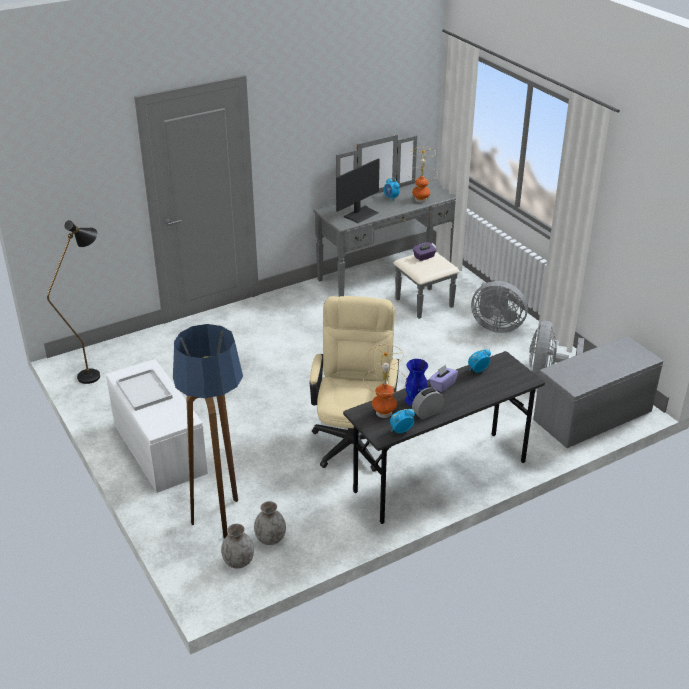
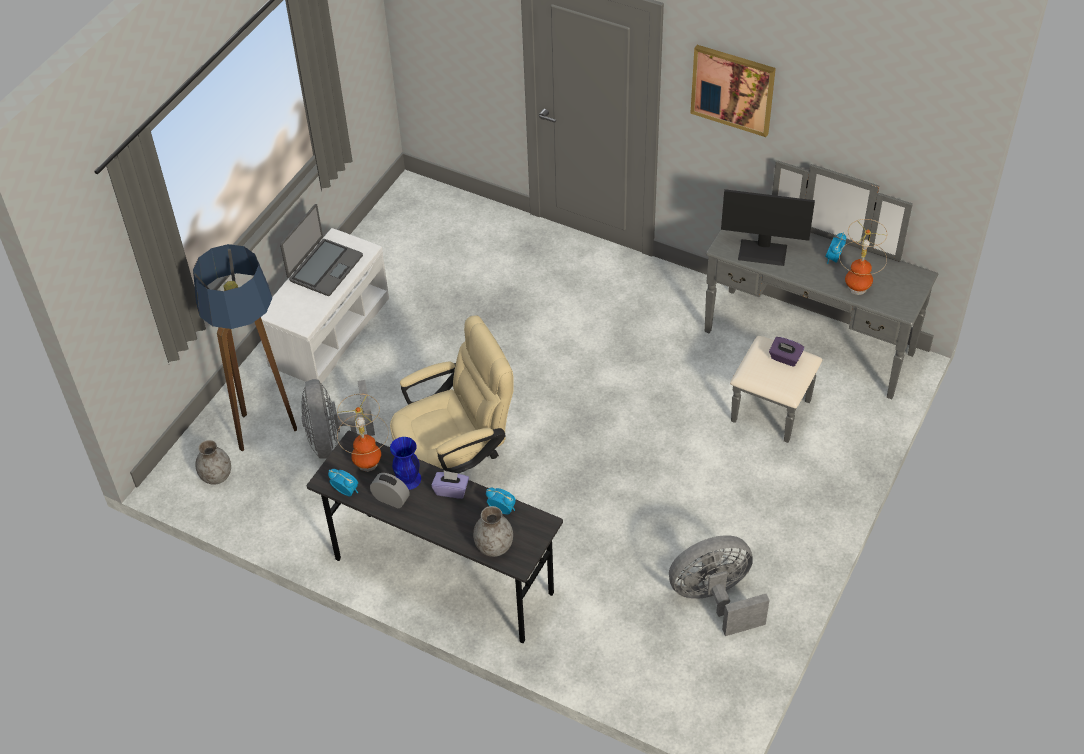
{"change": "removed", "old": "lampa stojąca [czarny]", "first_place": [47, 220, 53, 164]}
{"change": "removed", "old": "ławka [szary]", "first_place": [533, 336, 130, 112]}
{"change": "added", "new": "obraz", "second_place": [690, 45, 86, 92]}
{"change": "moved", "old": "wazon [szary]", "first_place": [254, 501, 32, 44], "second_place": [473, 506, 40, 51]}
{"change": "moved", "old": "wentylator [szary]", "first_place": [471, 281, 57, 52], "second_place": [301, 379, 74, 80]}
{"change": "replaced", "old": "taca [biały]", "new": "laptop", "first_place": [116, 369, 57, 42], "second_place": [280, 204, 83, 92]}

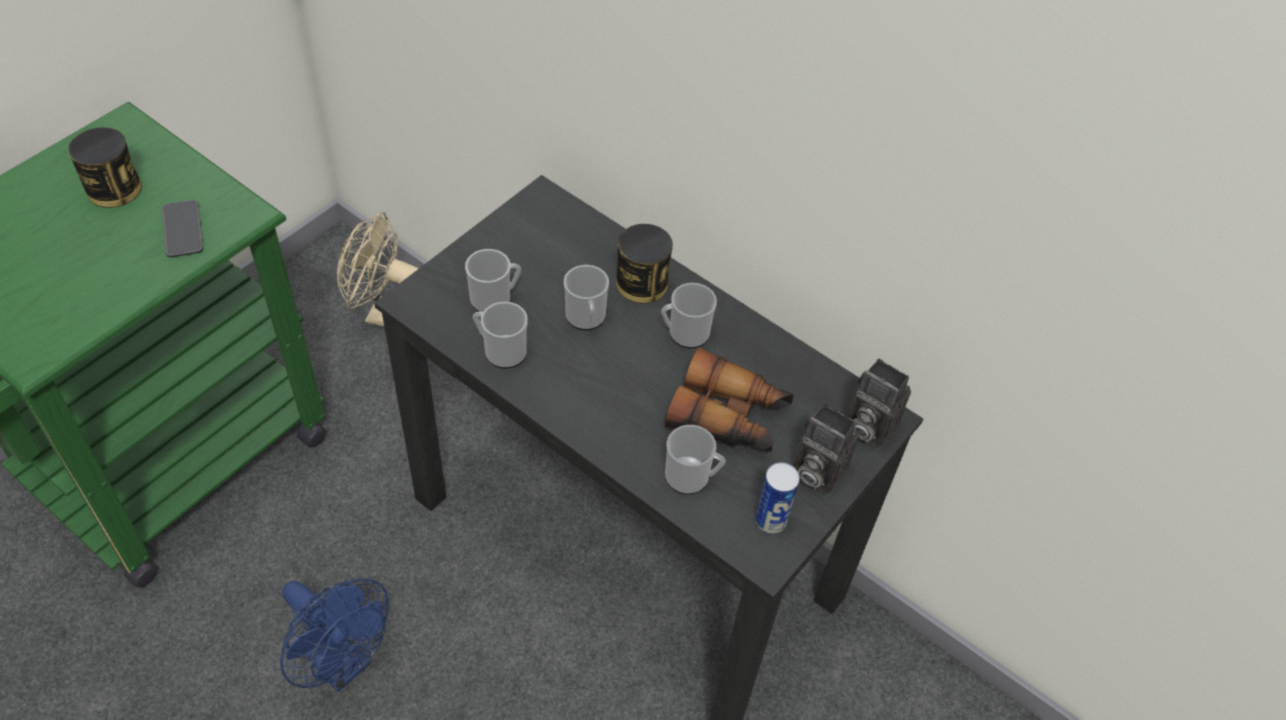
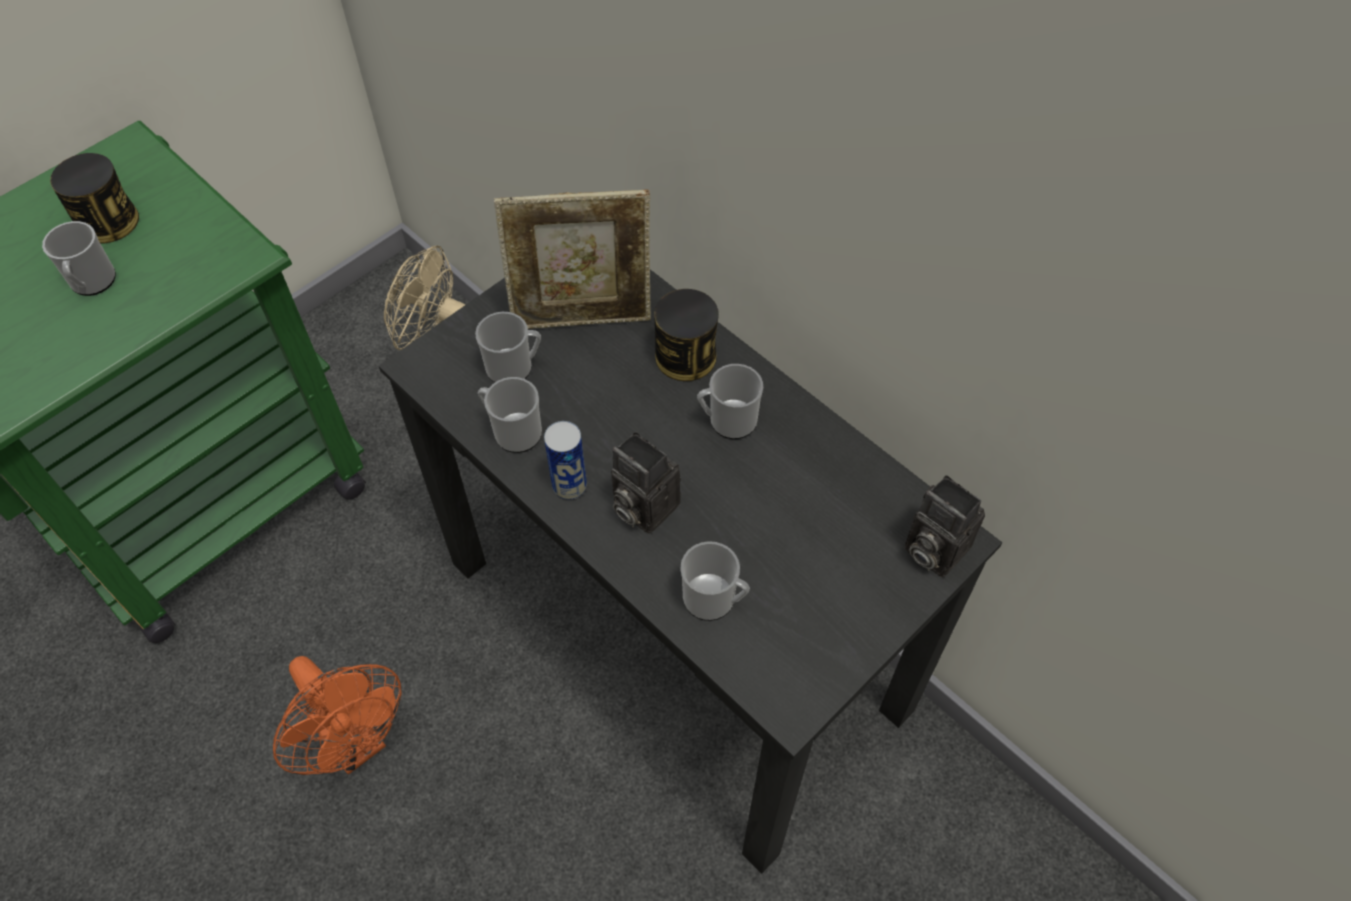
{"change": "removed", "old": "telefon", "first_place": [162, 200, 41, 57]}
{"change": "removed", "old": "lornetka", "first_place": [665, 347, 129, 105]}
{"change": "added", "new": "ramka na zdjęcie", "second_place": [494, 189, 157, 140]}
{"change": "moved", "old": "kubek", "first_place": [564, 265, 45, 65], "second_place": [42, 221, 74, 75]}
{"change": "moved", "old": "puszka", "first_place": [755, 463, 45, 71], "second_place": [544, 421, 43, 78]}
{"change": "moved", "old": "aparat fotograficzny", "first_place": [793, 404, 66, 90], "second_place": [611, 432, 70, 102]}
{"change": "recoloured", "old": "wentylator [niebieski]", "new": "wentylator [pomarańczowy]", "first_place": [281, 578, 108, 114], "second_place": [273, 656, 129, 119]}

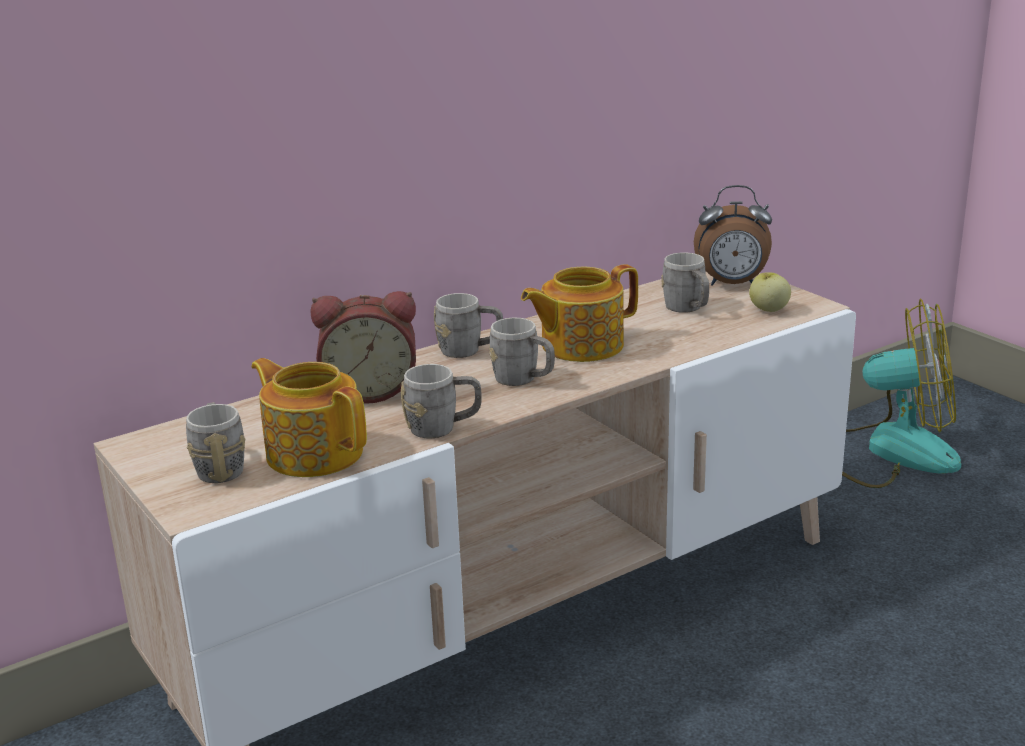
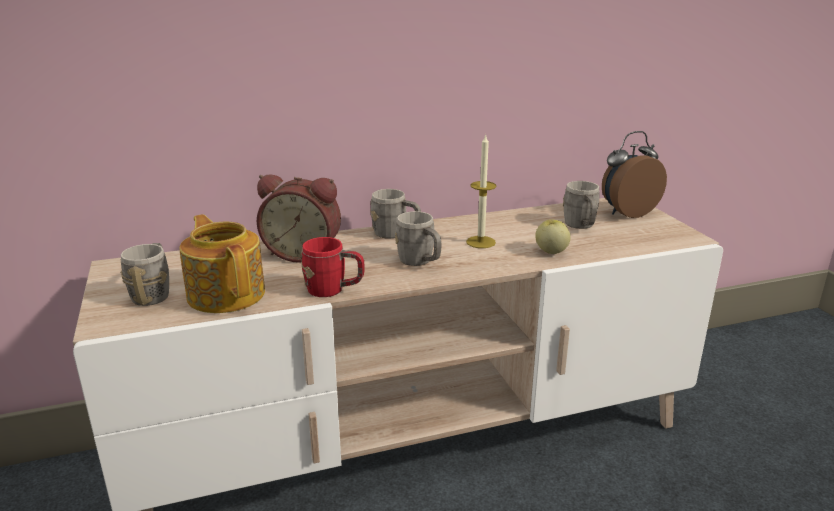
{"change": "removed", "old": "wentylator", "first_place": [842, 299, 119, 189]}
{"change": "moved", "old": "jabłko", "first_place": [749, 272, 42, 40], "second_place": [535, 219, 36, 35]}
{"change": "replaced", "old": "imbryk", "new": "świeca", "first_place": [521, 264, 117, 98], "second_place": [466, 134, 30, 114]}
{"change": "recoloured", "old": "kubek [szary]", "new": "kubek [czerwony]", "first_place": [401, 364, 81, 74], "second_place": [301, 237, 64, 60]}
{"change": "turned", "old": "budzik", "first_place": [694, 185, 78, 101], "second_place": [602, 131, 65, 87], "degrees": 135}

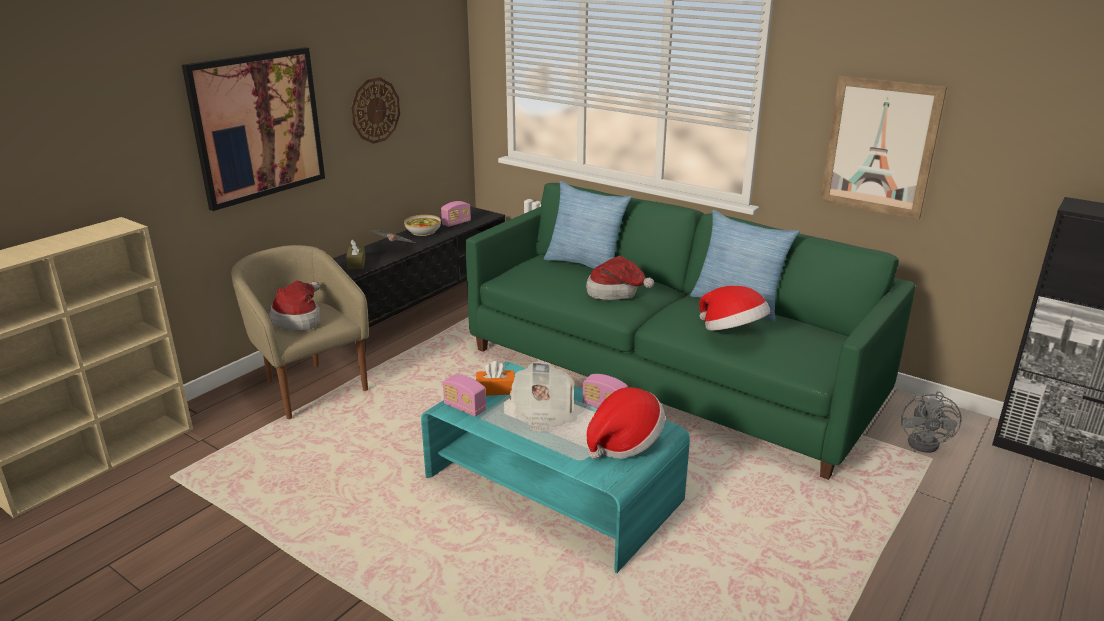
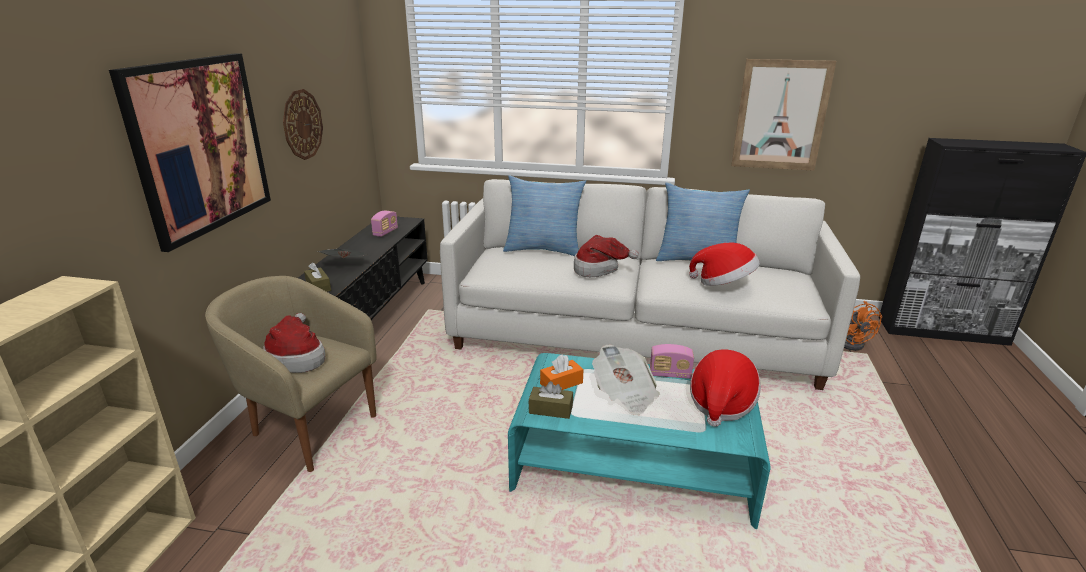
{"change": "removed", "old": "miska", "first_place": [404, 215, 37, 21]}
{"change": "replaced", "old": "radio", "new": "pudełko chusteczek [brązowy]", "first_place": [443, 375, 43, 42], "second_place": [529, 381, 44, 38]}
{"change": "recoloured", "old": "kanapa [zielony]", "new": "kanapa [biały]", "first_place": [466, 183, 449, 297], "second_place": [440, 179, 420, 211]}
{"change": "recoloured", "old": "wentylator [szary]", "new": "wentylator [pomarańczowy]", "first_place": [901, 391, 61, 62], "second_place": [844, 301, 38, 50]}

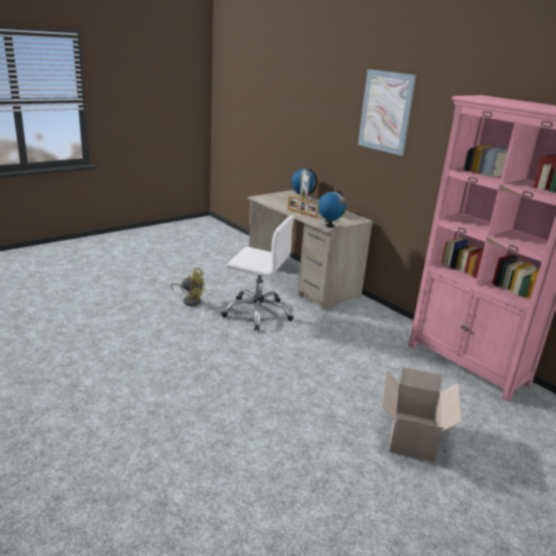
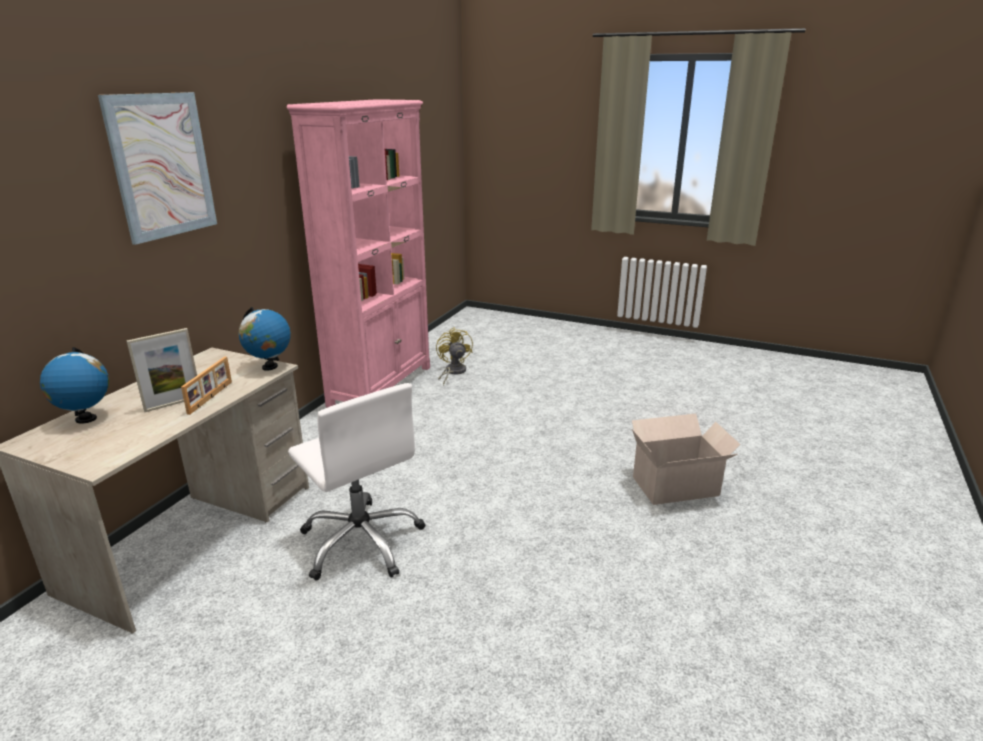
{"change": "moved", "old": "wentylator [żółty]", "first_place": [171, 268, 34, 38], "second_place": [436, 327, 37, 58]}
{"change": "moved", "old": "karton", "first_place": [382, 367, 79, 95], "second_place": [632, 414, 108, 91]}
{"change": "turned", "old": "krzesło biurowe [biały]", "first_place": [221, 215, 74, 116], "second_place": [288, 383, 137, 198], "degrees": 150}

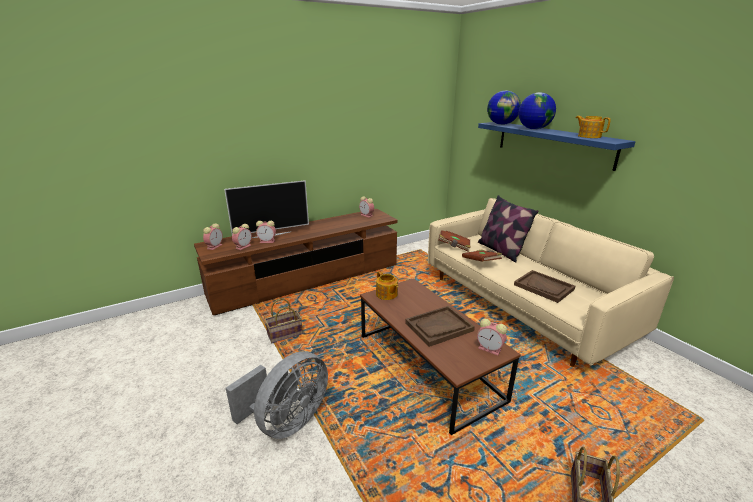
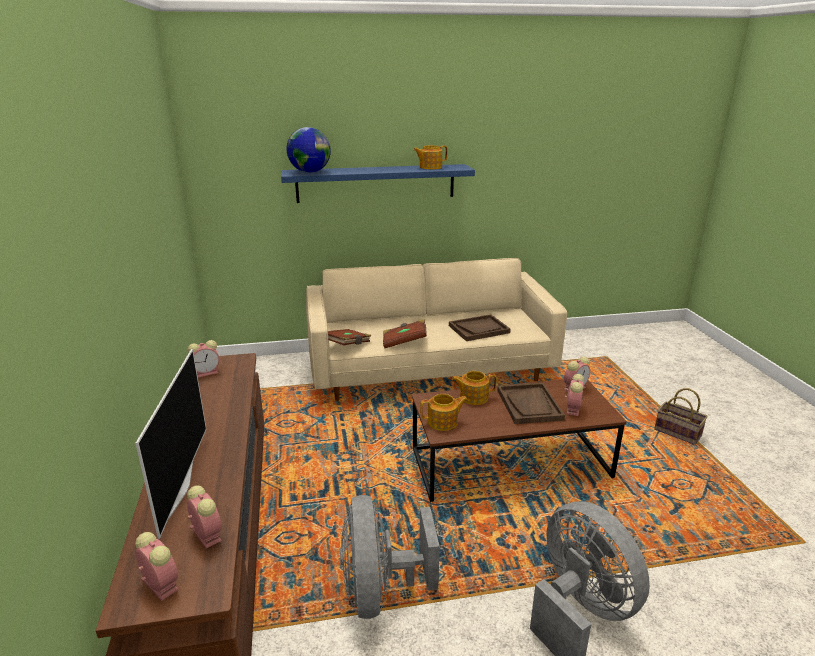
{"change": "removed", "old": "poduszka", "first_place": [478, 195, 60, 67]}
{"change": "removed", "old": "globus", "first_place": [519, 92, 37, 37]}
{"change": "added", "new": "imbryk", "second_place": [452, 371, 45, 34]}
{"change": "moved", "old": "budzik", "first_place": [256, 221, 20, 22], "second_place": [565, 374, 19, 42]}
{"change": "replaced", "old": "koszyk", "new": "wentylator [szary]", "first_place": [265, 299, 38, 44], "second_place": [340, 495, 100, 124]}

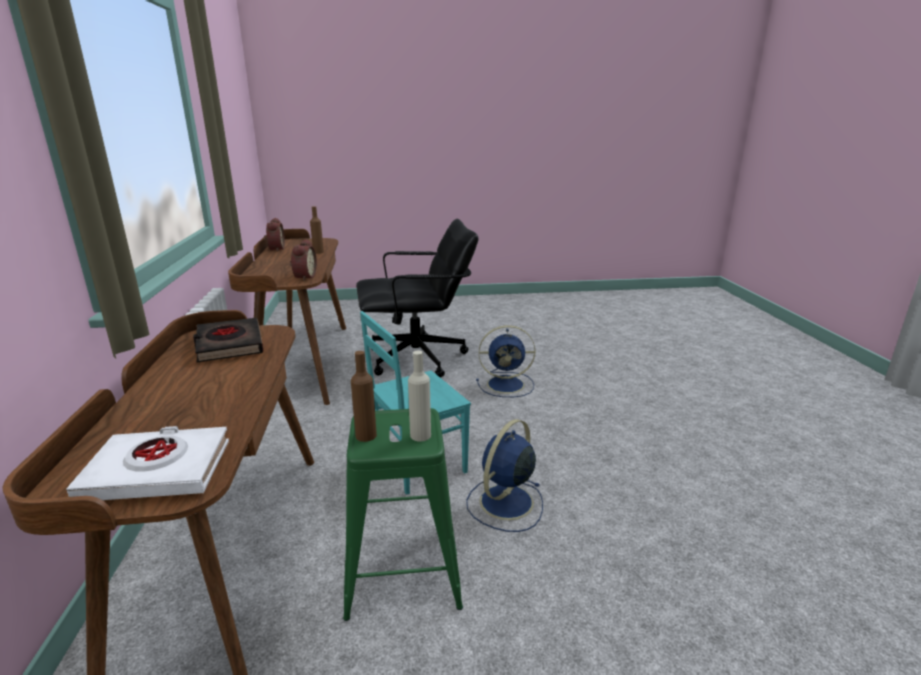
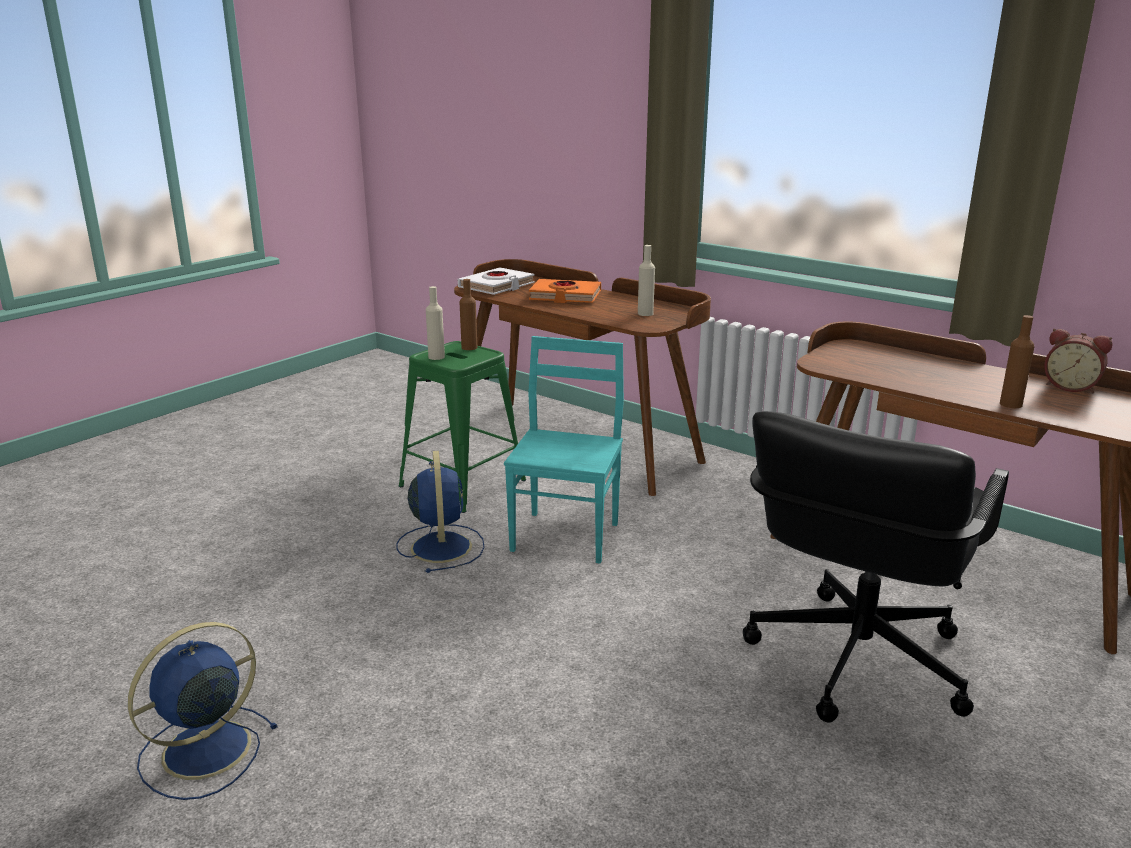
{"change": "removed", "old": "budzik", "first_place": [290, 239, 27, 42]}
{"change": "added", "new": "książka [pomarańczowy]", "second_place": [529, 279, 72, 24]}
{"change": "moved", "old": "wentylator [niebieski]", "first_place": [476, 325, 59, 72], "second_place": [128, 622, 150, 178]}
{"change": "replaced", "old": "książka [czarny]", "new": "butelka [beżowy]", "first_place": [193, 318, 71, 44], "second_place": [638, 245, 17, 71]}

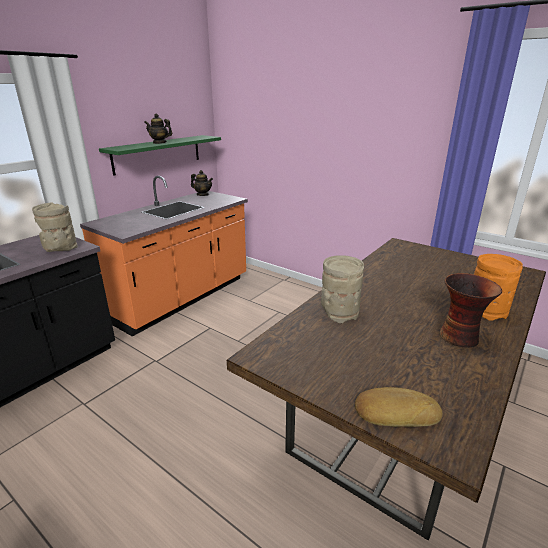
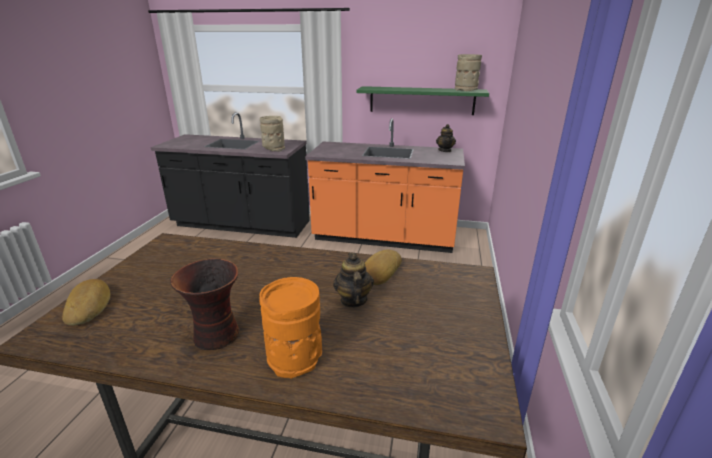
{"change": "added", "new": "chleb", "second_place": [365, 250, 37, 35]}
{"change": "moved", "old": "imbryk", "first_place": [144, 114, 28, 30], "second_place": [333, 253, 41, 55]}
{"change": "moved", "old": "wazon [beżowy]", "first_place": [321, 255, 43, 68], "second_place": [455, 54, 27, 37]}

